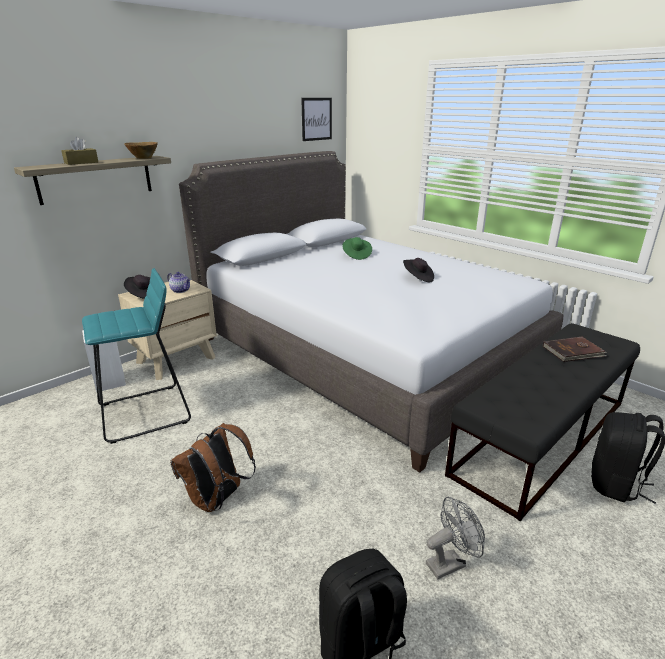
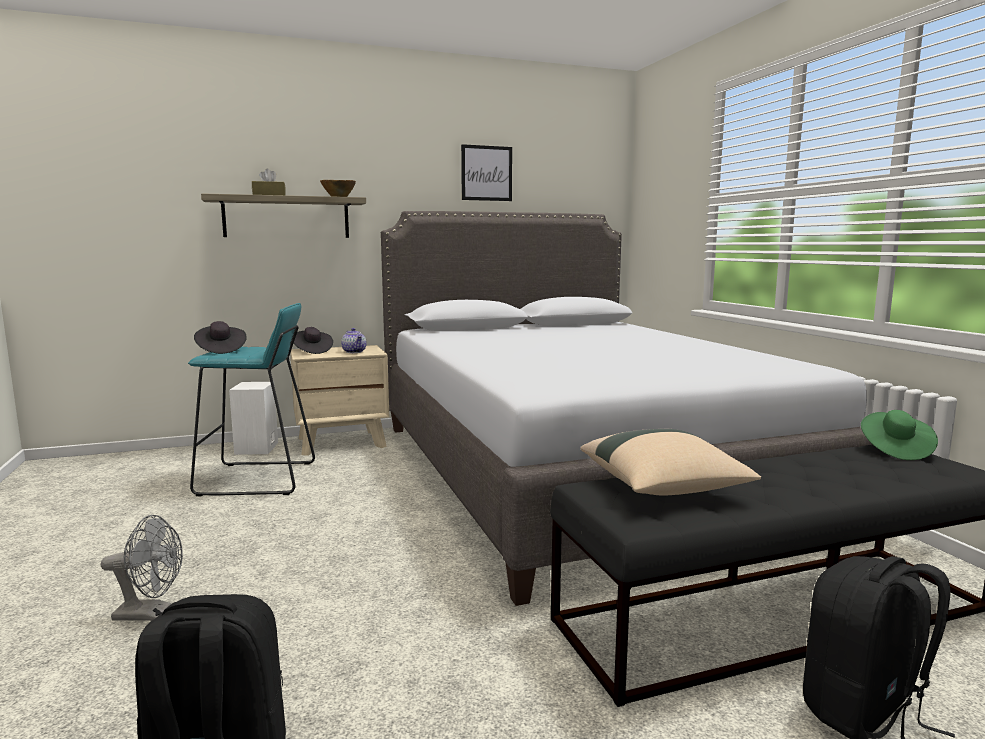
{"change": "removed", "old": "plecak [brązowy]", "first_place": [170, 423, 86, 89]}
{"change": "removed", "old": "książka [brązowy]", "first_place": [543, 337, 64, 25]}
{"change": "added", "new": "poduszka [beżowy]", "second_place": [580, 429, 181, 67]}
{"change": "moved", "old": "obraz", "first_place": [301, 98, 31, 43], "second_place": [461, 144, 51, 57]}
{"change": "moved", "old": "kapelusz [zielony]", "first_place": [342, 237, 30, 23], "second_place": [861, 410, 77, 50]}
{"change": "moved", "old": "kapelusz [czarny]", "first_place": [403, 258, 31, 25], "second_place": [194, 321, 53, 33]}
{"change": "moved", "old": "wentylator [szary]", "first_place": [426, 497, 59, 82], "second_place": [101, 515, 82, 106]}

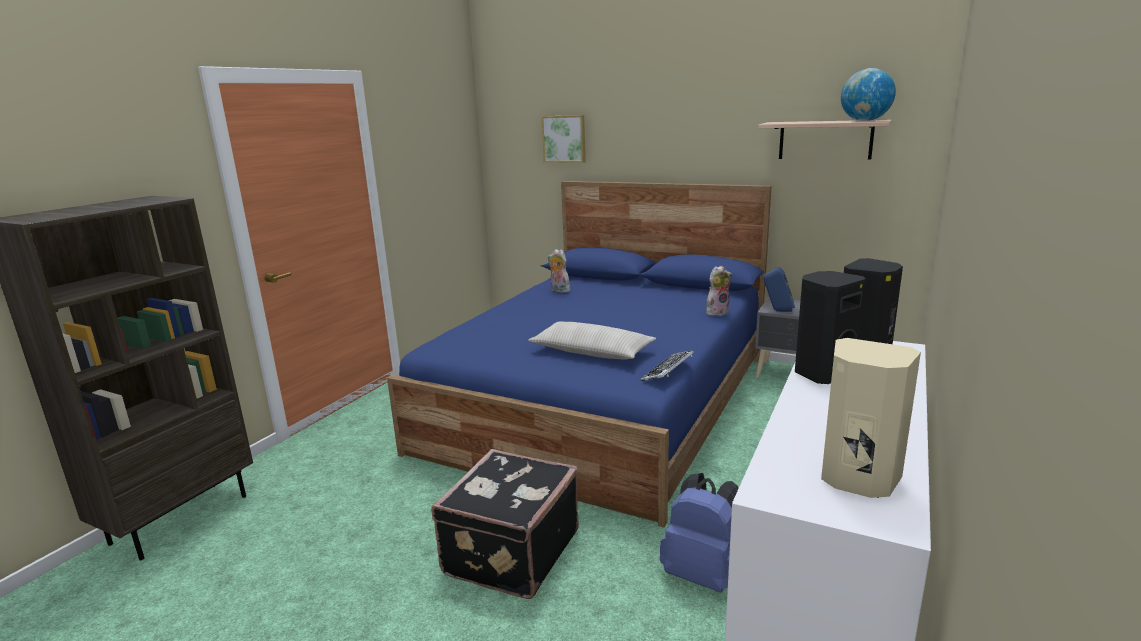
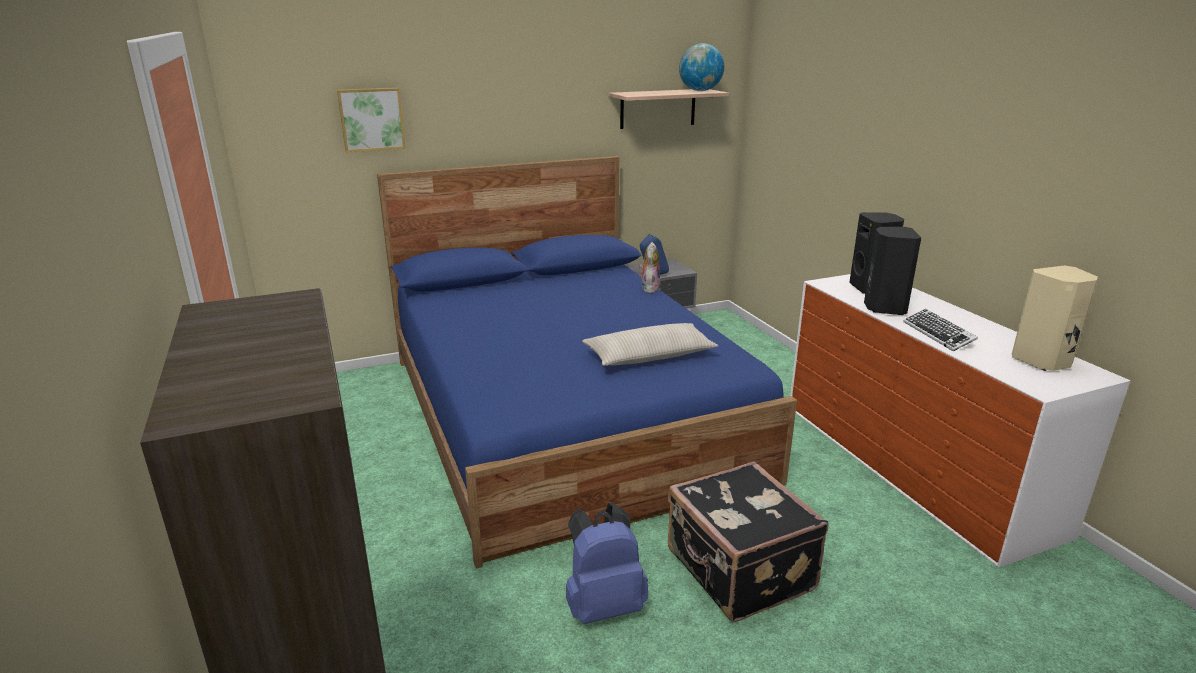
{"change": "removed", "old": "pluszak", "first_place": [548, 249, 22, 44]}
{"change": "moved", "old": "klawiatura", "first_place": [641, 350, 53, 31], "second_place": [904, 309, 74, 42]}
{"change": "moved", "old": "plecak [niebieski]", "first_place": [660, 473, 79, 120], "second_place": [566, 503, 82, 121]}

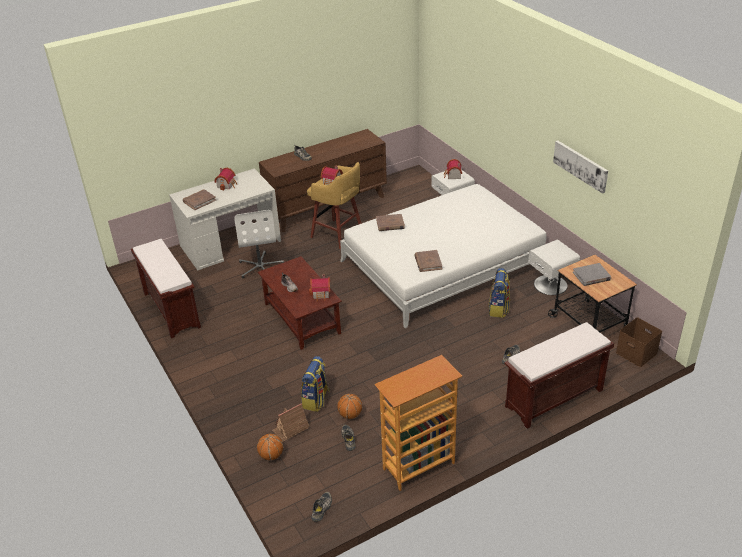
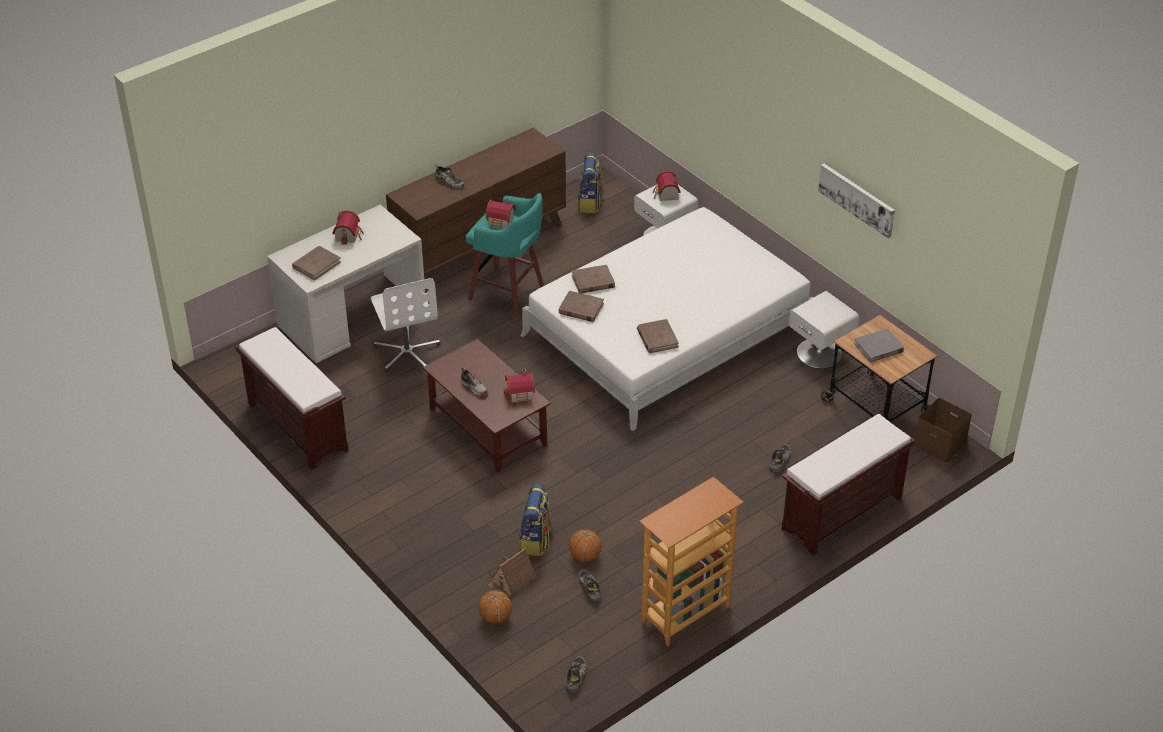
{"change": "added", "new": "książka [brązowy]", "second_place": [559, 291, 45, 31]}
{"change": "moved", "old": "plecak", "first_place": [488, 268, 22, 50], "second_place": [577, 153, 26, 60]}
{"change": "recoloured", "old": "stołek [żółty]", "new": "stołek [turkusowy]", "first_place": [307, 162, 55, 87], "second_place": [466, 193, 78, 124]}

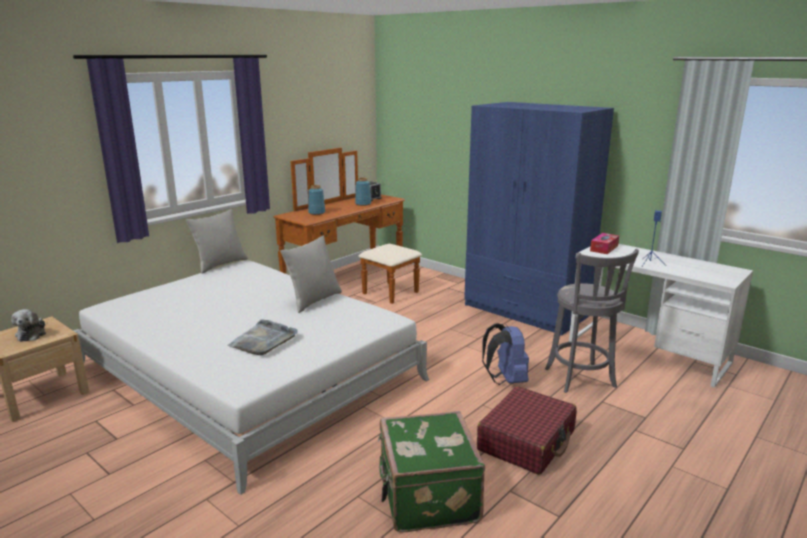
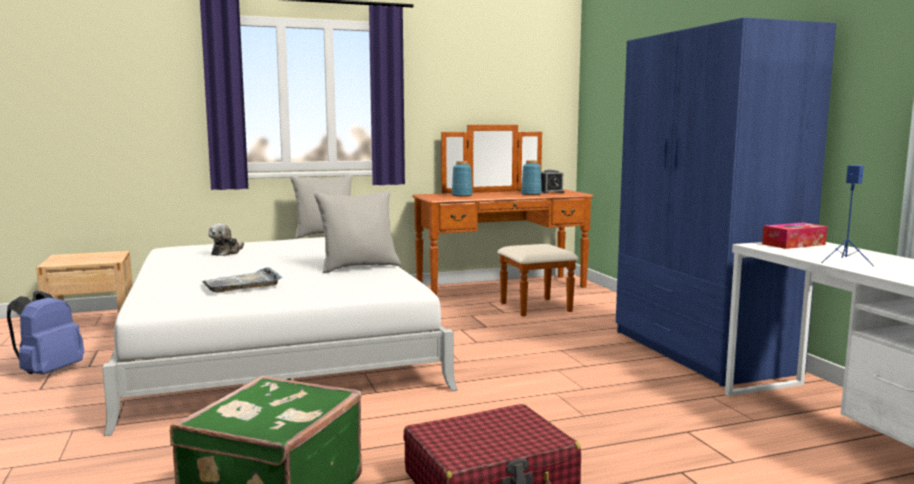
{"change": "removed", "old": "stołek [szary]", "first_place": [545, 249, 94, 144]}
{"change": "moved", "old": "pluszak", "first_place": [11, 309, 35, 33], "second_place": [208, 224, 36, 32]}
{"change": "moved", "old": "plecak [niebieski]", "first_place": [482, 323, 47, 62], "second_place": [7, 291, 78, 83]}

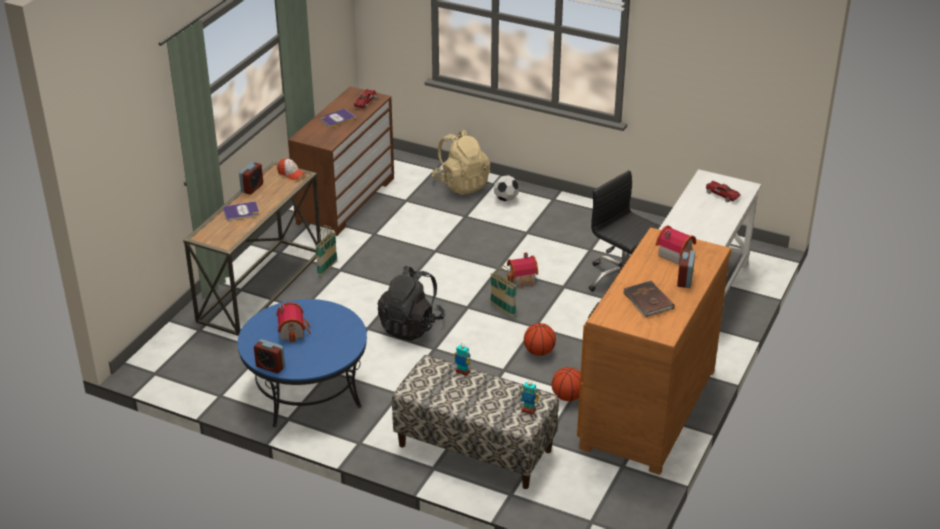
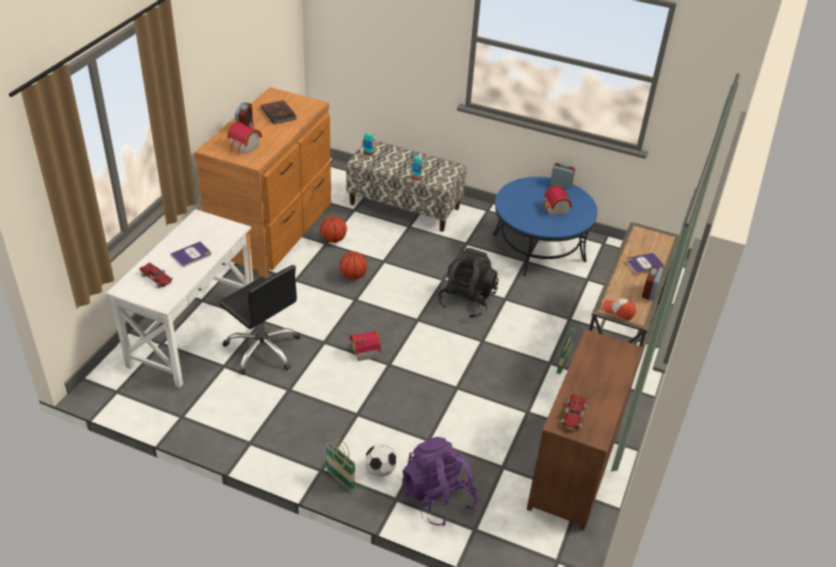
{"change": "moved", "old": "książka", "first_place": [320, 109, 37, 19], "second_place": [170, 241, 42, 26]}
{"change": "moved", "old": "koszyk", "first_place": [490, 265, 27, 52], "second_place": [326, 439, 29, 52]}
{"change": "recoloured", "old": "plecak [beżowy]", "new": "plecak [fioletowy]", "first_place": [432, 130, 58, 65], "second_place": [402, 437, 76, 89]}

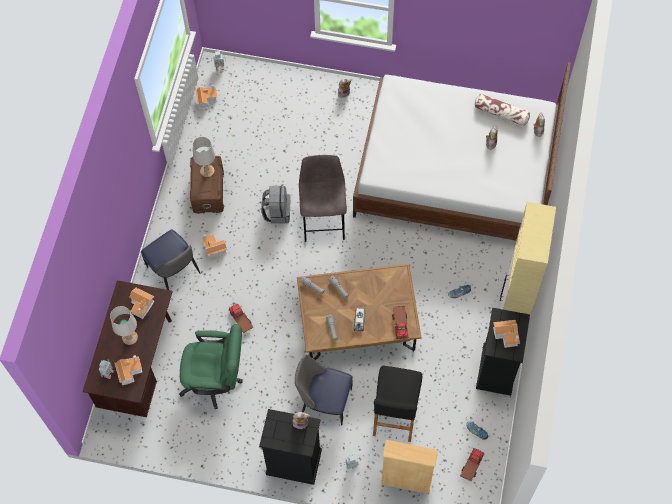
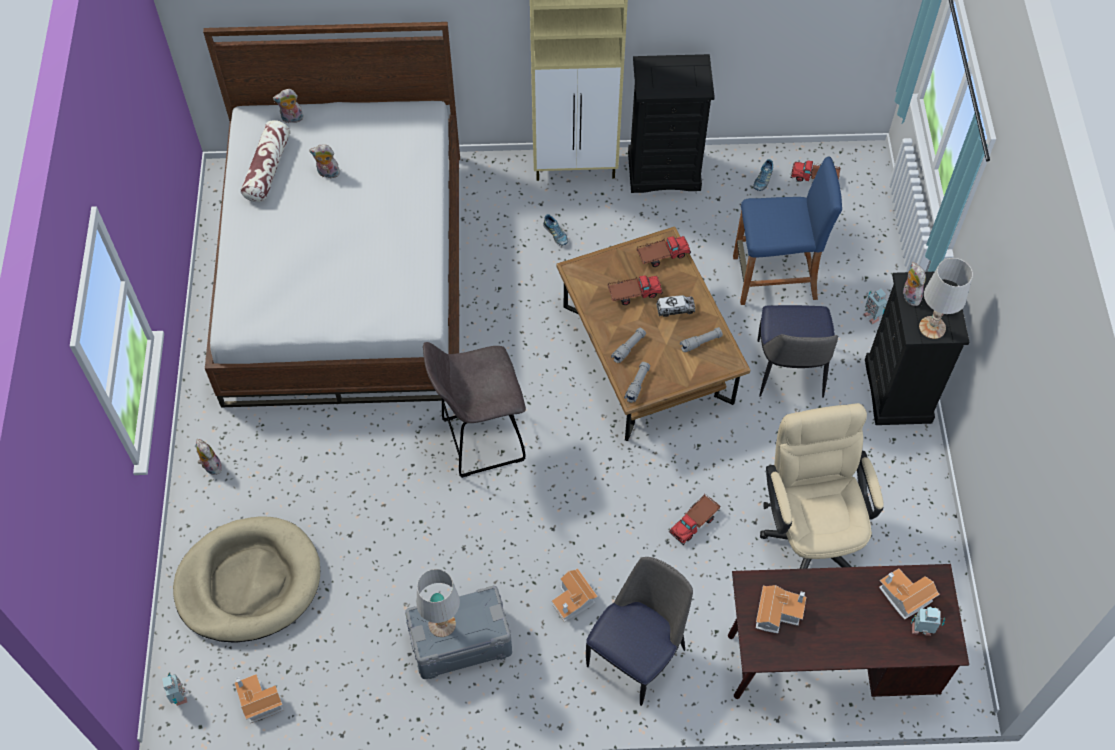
{"change": "removed", "old": "plecak [szary]", "first_place": [261, 186, 30, 37]}
{"change": "removed", "old": "regał [beżowy]", "first_place": [381, 440, 57, 54]}
{"change": "removed", "old": "domek", "first_place": [493, 320, 27, 28]}
{"change": "added", "new": "legowisko [beżowy]", "second_place": [173, 517, 147, 126]}
{"change": "added", "new": "ciężarówka zabawkowa", "second_place": [608, 275, 55, 30]}
{"change": "moved", "old": "lampa stołowa [biały]", "first_place": [110, 306, 28, 39], "second_place": [919, 258, 54, 81]}
{"change": "recoloured", "old": "krzesło biurowe [zielony]", "new": "krzesło biurowe [beżowy]", "first_place": [179, 324, 64, 85], "second_place": [760, 403, 124, 166]}
{"change": "recoloured", "old": "pojemnik do przechowywania [brązowy]", "new": "pojemnik do przechowywania [szary]", "first_place": [190, 156, 34, 58], "second_place": [405, 586, 107, 93]}
{"change": "recoloured", "old": "stołek [czarny]", "new": "stołek [niebieski]", "first_place": [373, 365, 49, 77], "second_place": [733, 156, 109, 149]}

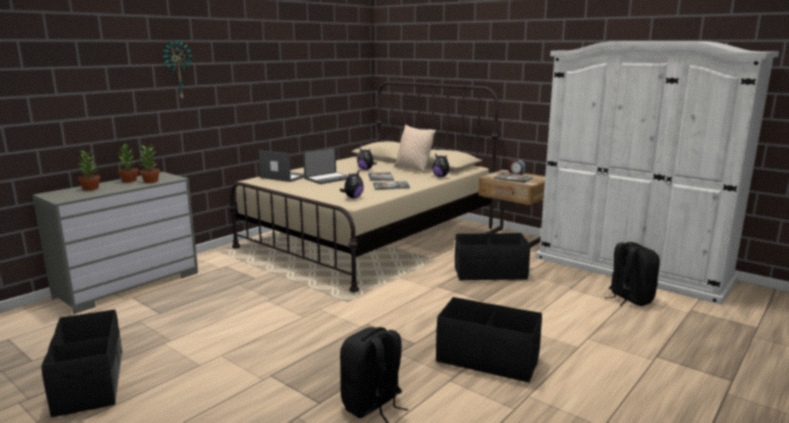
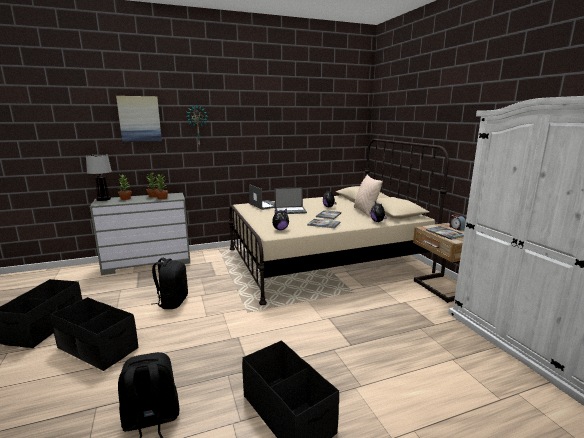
{"change": "added", "new": "lampa stołowa", "second_place": [86, 154, 26, 47]}
{"change": "added", "new": "obraz", "second_place": [116, 96, 46, 46]}
{"change": "moved", "old": "pojemnik do przechowywania [czarny]", "first_place": [455, 233, 75, 47], "second_place": [50, 297, 88, 74]}
{"change": "moved", "old": "plecak [czarny]", "first_place": [604, 242, 56, 64], "second_place": [151, 258, 37, 51]}

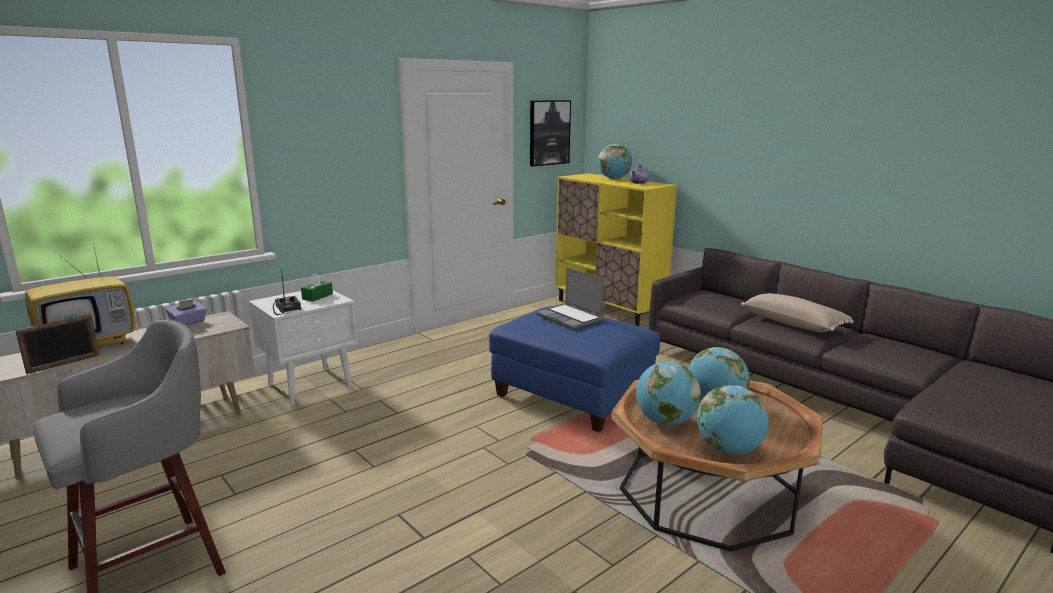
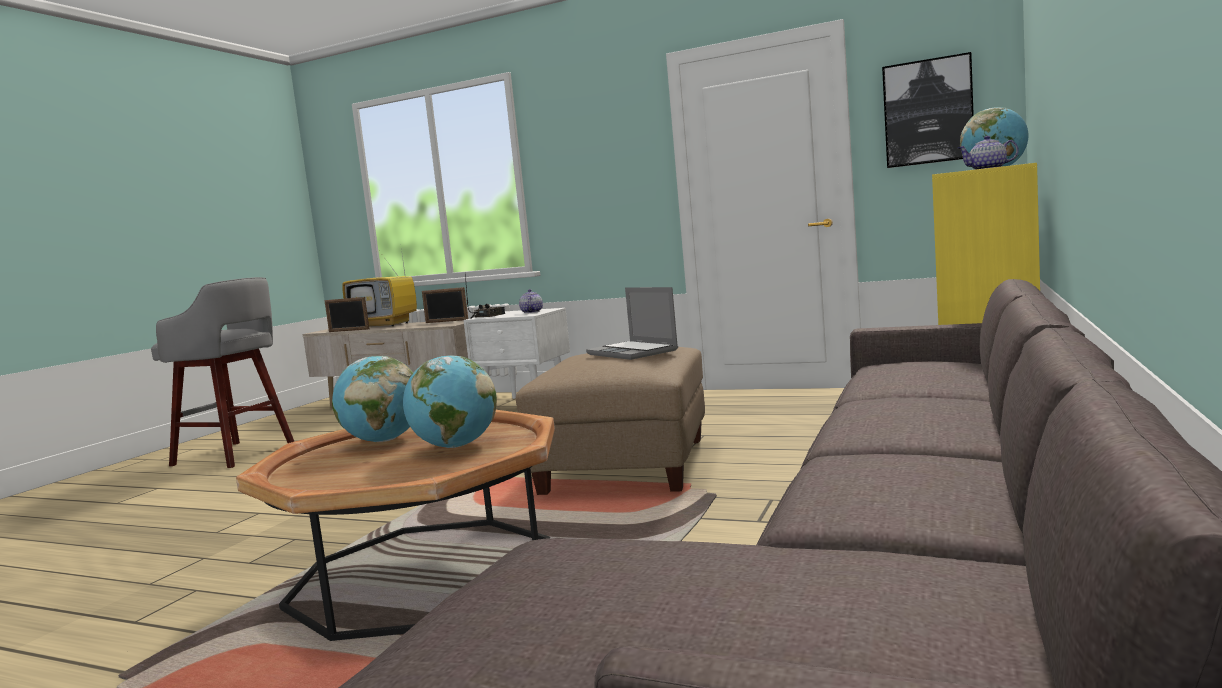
{"change": "removed", "old": "globus", "first_place": [697, 385, 72, 70]}
{"change": "removed", "old": "poduszka [beżowy]", "first_place": [741, 293, 113, 39]}
{"change": "replaced", "old": "pudełko chusteczek [fioletowy]", "new": "ramka na zdjęcie", "first_place": [166, 299, 41, 27], "second_place": [422, 287, 46, 36]}
{"change": "replaced", "old": "pudełko chusteczek [zielony]", "new": "imbryk", "first_place": [301, 274, 32, 27], "second_place": [519, 289, 24, 24]}
{"change": "recoloured", "old": "pufa [niebieski]", "new": "pufa [beżowy]", "first_place": [489, 306, 171, 126], "second_place": [516, 347, 189, 148]}
{"change": "turned", "old": "laptop", "first_place": [537, 267, 68, 62], "second_place": [586, 287, 92, 73], "degrees": -60}

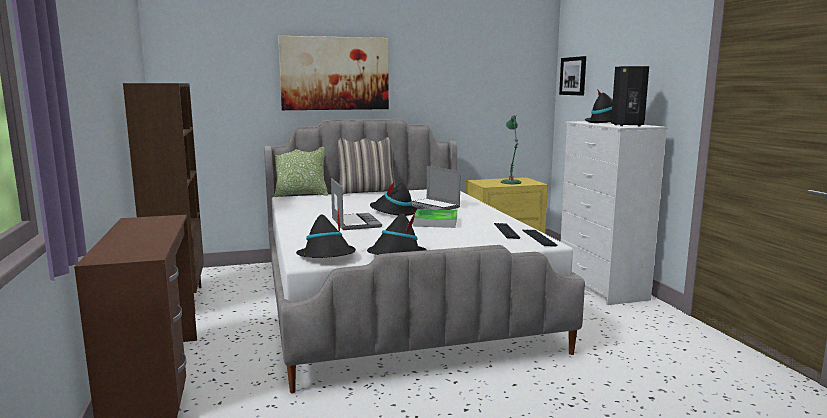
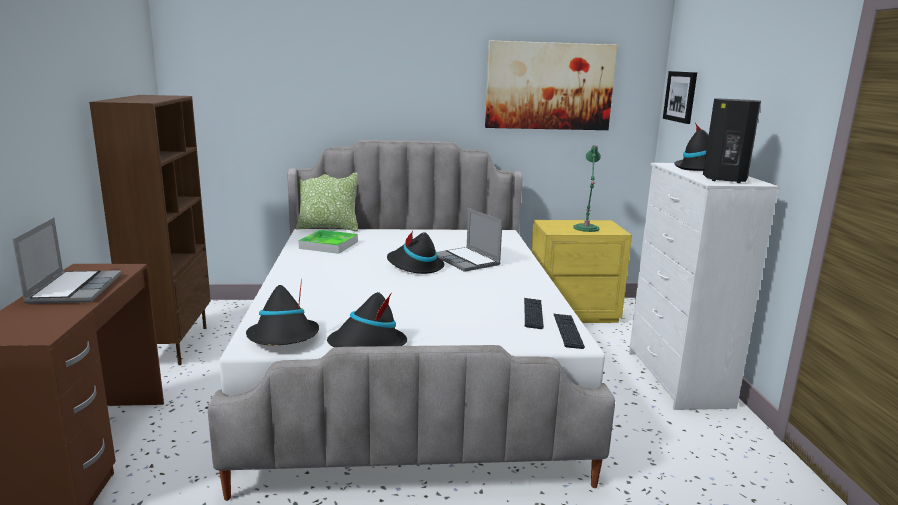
{"change": "removed", "old": "poduszka", "first_place": [338, 137, 58, 57]}
{"change": "moved", "old": "obraz", "first_place": [278, 36, 111, 74], "second_place": [485, 41, 132, 89]}
{"change": "moved", "old": "laptop", "first_place": [331, 178, 51, 52], "second_place": [12, 217, 109, 87]}
{"change": "moved", "old": "taca", "first_place": [412, 209, 45, 19], "second_place": [298, 230, 60, 24]}

